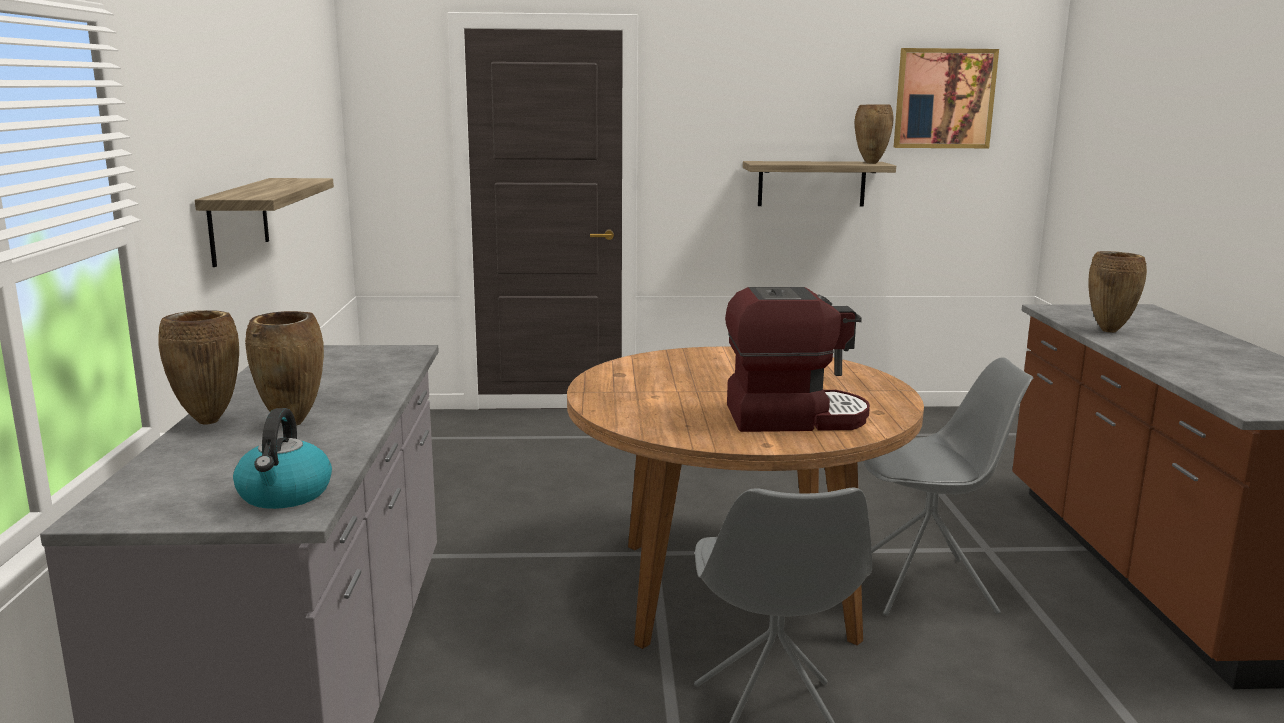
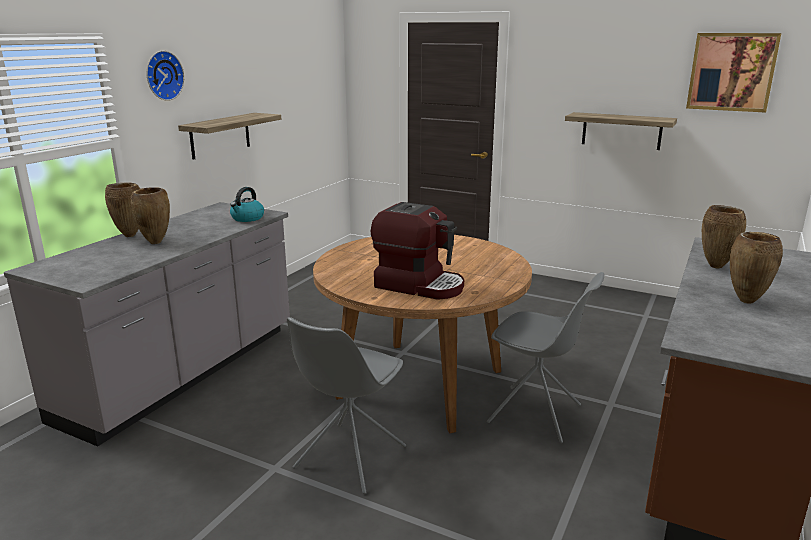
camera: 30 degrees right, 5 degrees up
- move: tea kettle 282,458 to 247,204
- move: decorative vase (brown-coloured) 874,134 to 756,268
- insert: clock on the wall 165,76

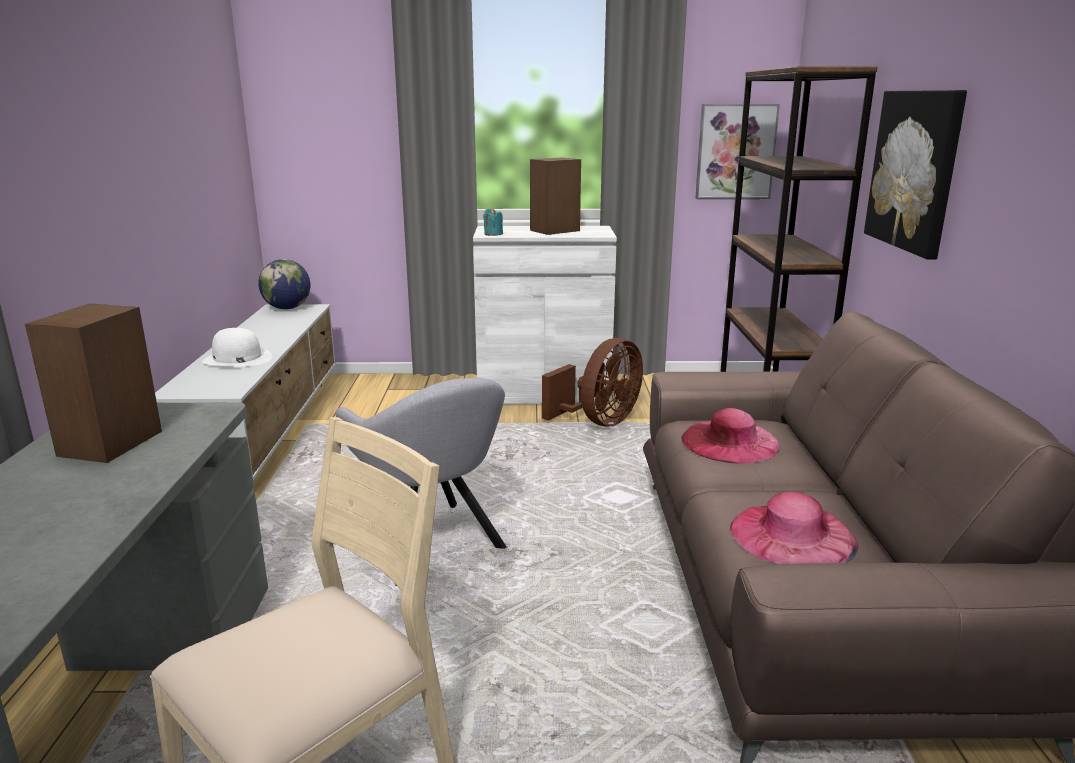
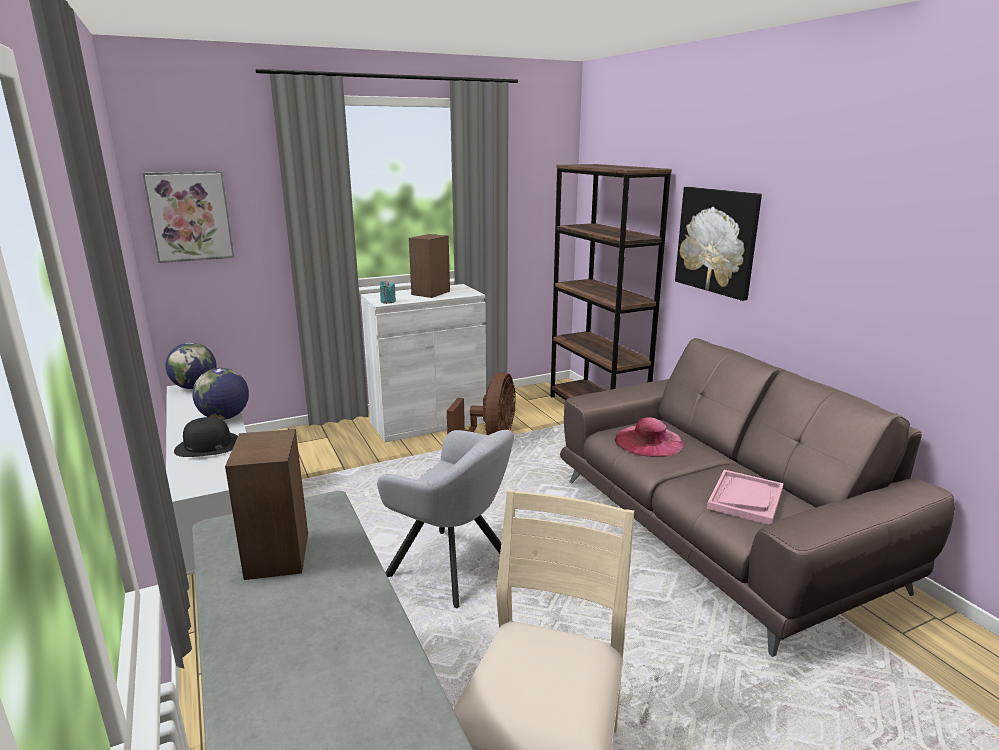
camera: 25 degrees left, 0 degrees up
- recolor: wearable hat (white-coloured) 237,347 to wearable hat (black) 206,437
- move: wall art 737,151 to 188,217
- replace: wearable hat (pink-coloured) 794,528 to tray (pink-coloured) 745,497
- insert: world globe 220,394

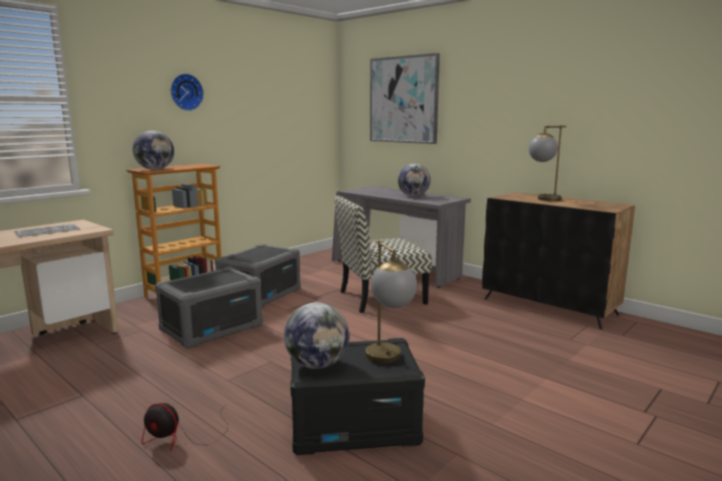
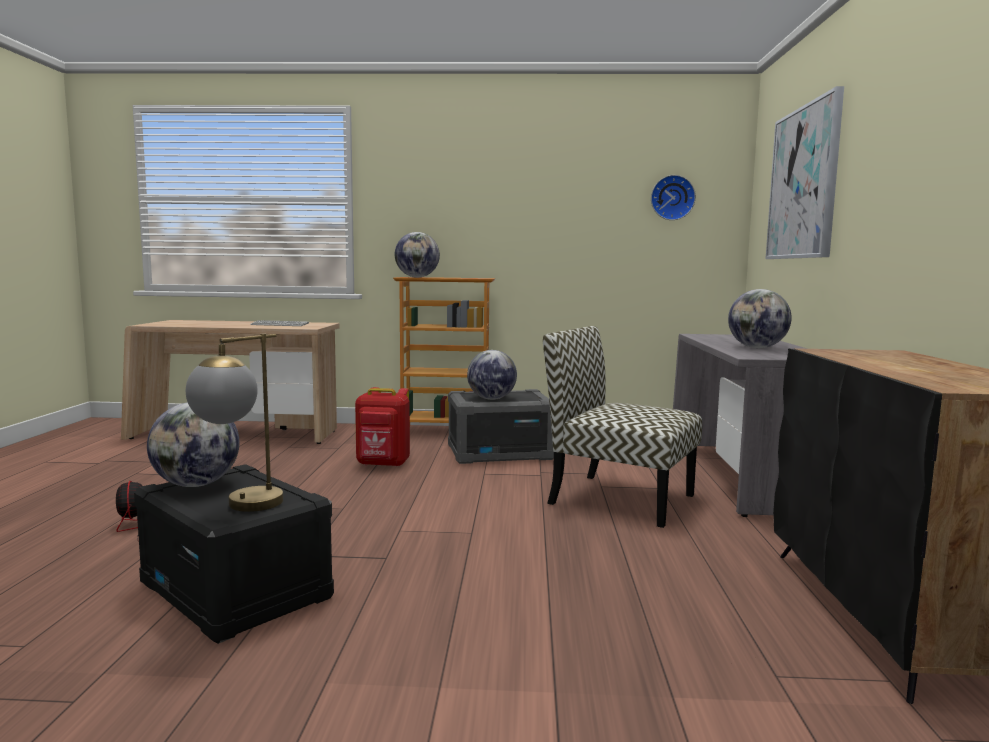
camera: 50 degrees right, 5 degrees down
- replace: storage bin (gray) 209,308 to knapsack (red-coloured) 382,427
- move: clock on the wall 187,92 to 673,197
- delete: lamp for a table 547,163
- insert: world globe 492,375

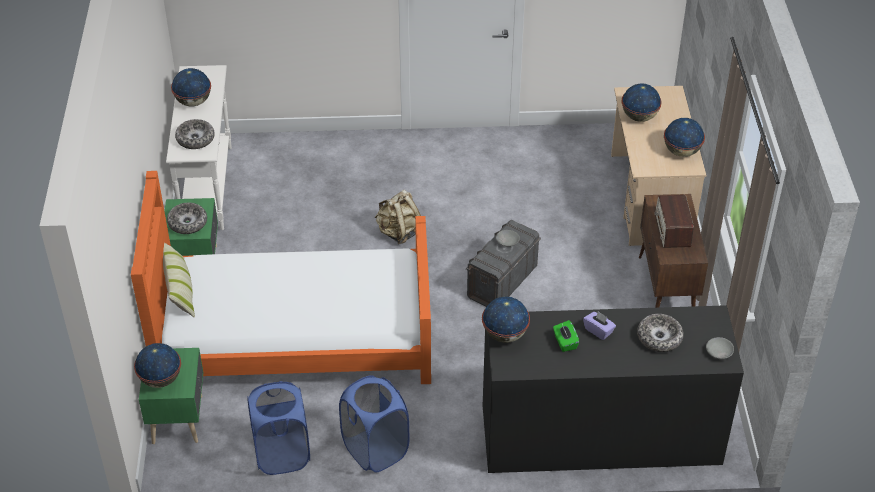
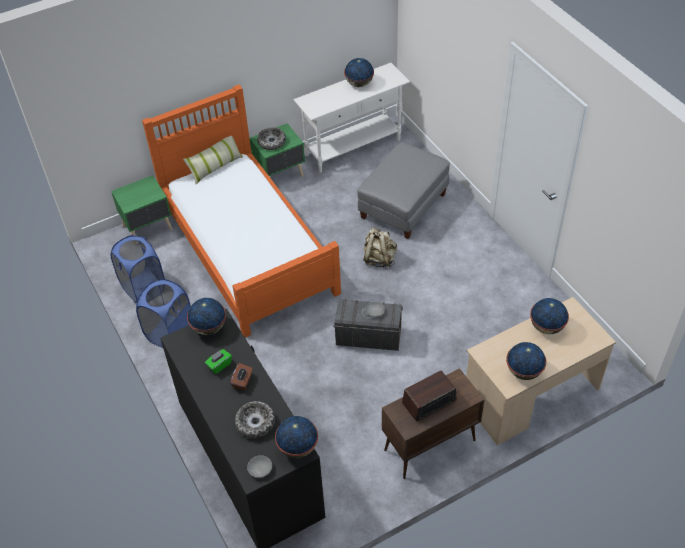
camera: 65 degrees right, 5 degrees up
- move: world globe 157,365 to 296,437
- delete: bowl 195,134
- recolor: tissue box (purple-coloured) 599,325 to tissue box (brown-coloured) 241,376
- insert: footrest (gray) 403,190

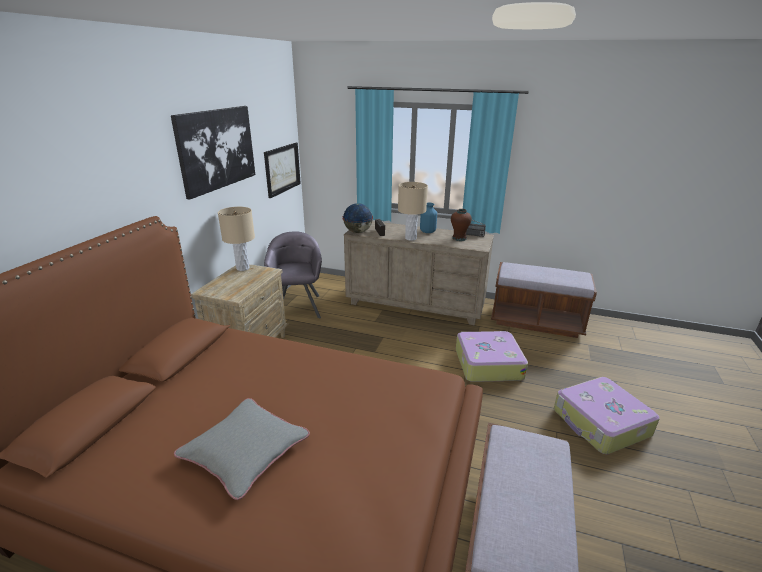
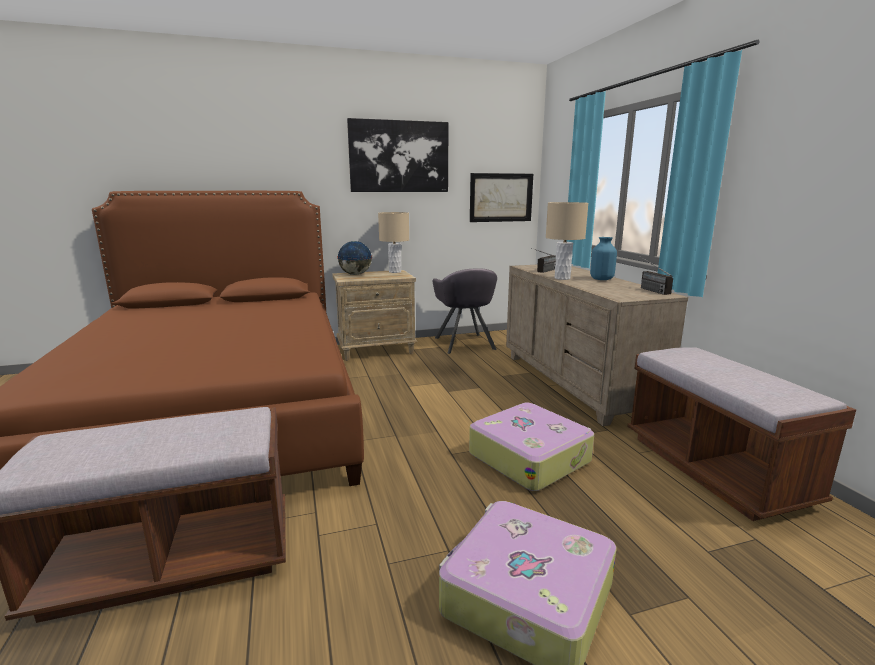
camera: 55 degrees right, 10 degrees down
- delete: cushion (gray) 242,449
- rotate: easy chair (gray) 293,274 = 464,311 120 degrees clockwise
- move: world globe 358,218 to 354,258
- delete: decorative vase (brown-coloured) 461,225

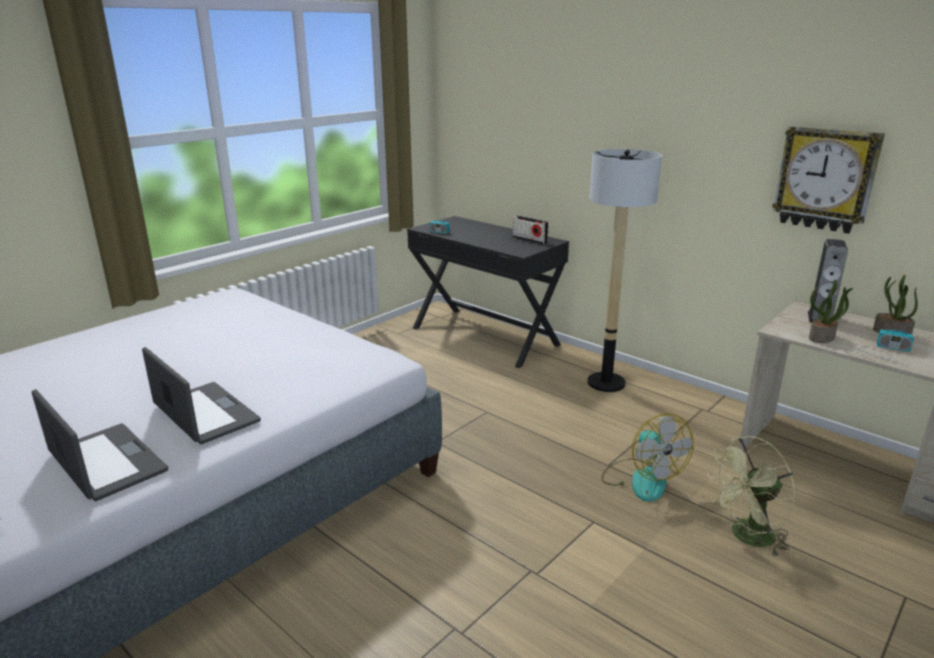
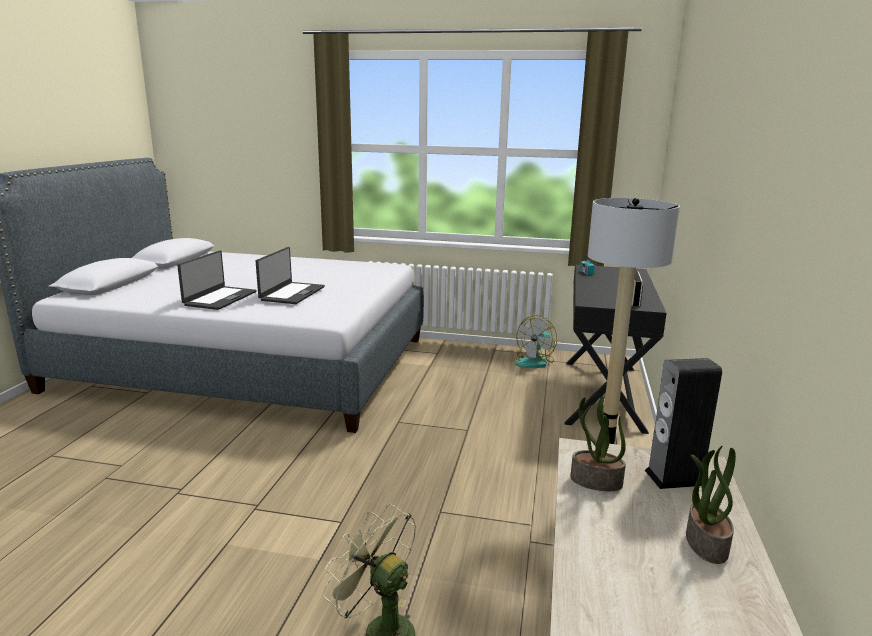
camera: 60 degrees right, 5 degrees down
- move: portable computer 100,445 to 290,275
- move: electric fan 647,457 to 536,341
- delete: clock on the wall 828,180
- delete: radio receiver 895,330

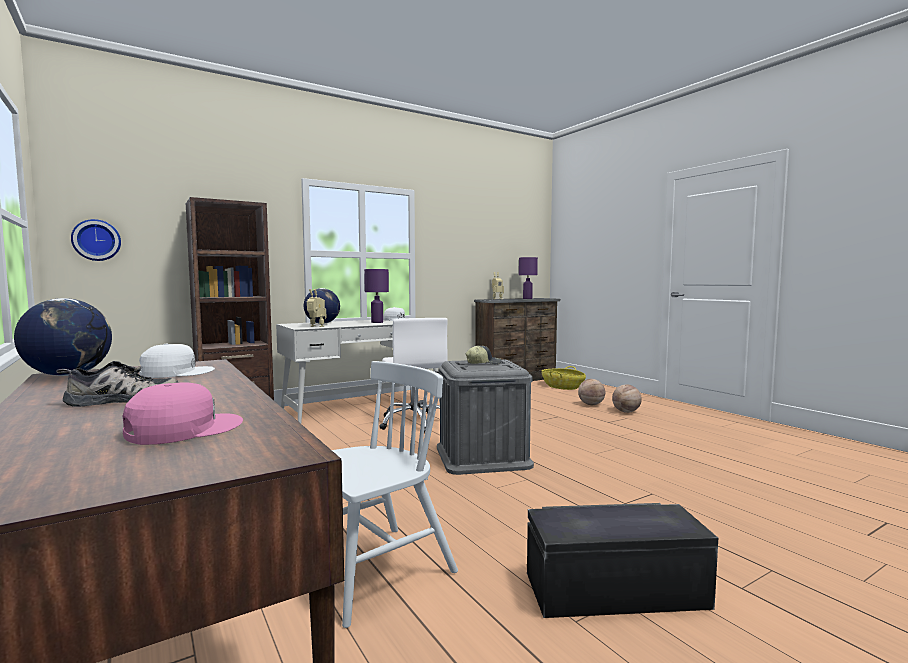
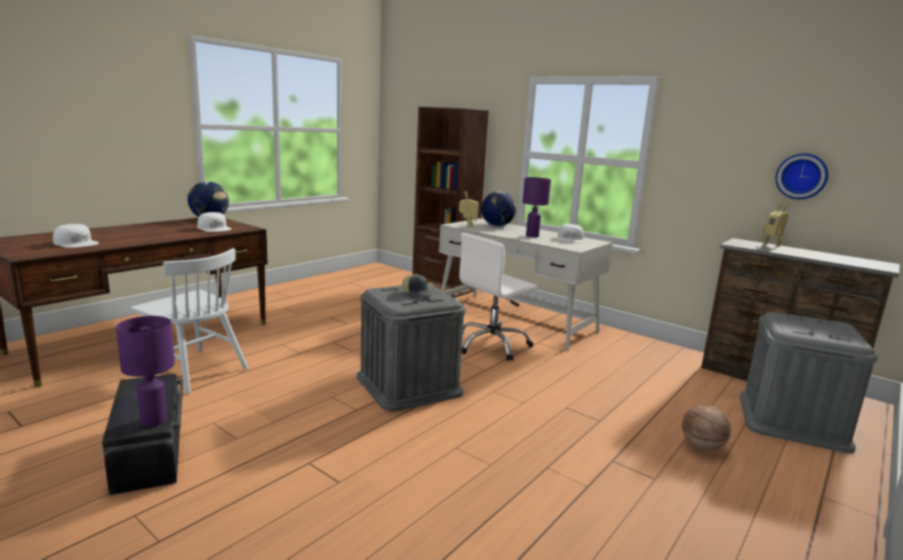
camera: 70 degrees right, 10 degrees up
- delete: low shoe 117,384
- move: clock on the wall 96,240 to 802,176
- recolor: cap (pink-coloured) 183,413 to cap (white-coloured) 76,236
- move: lamp for a table (purple-coloured) 528,278 to 145,371
- replace: basket 564,378 to storage bin (gray) 809,382
- delete: basketball ball 627,398

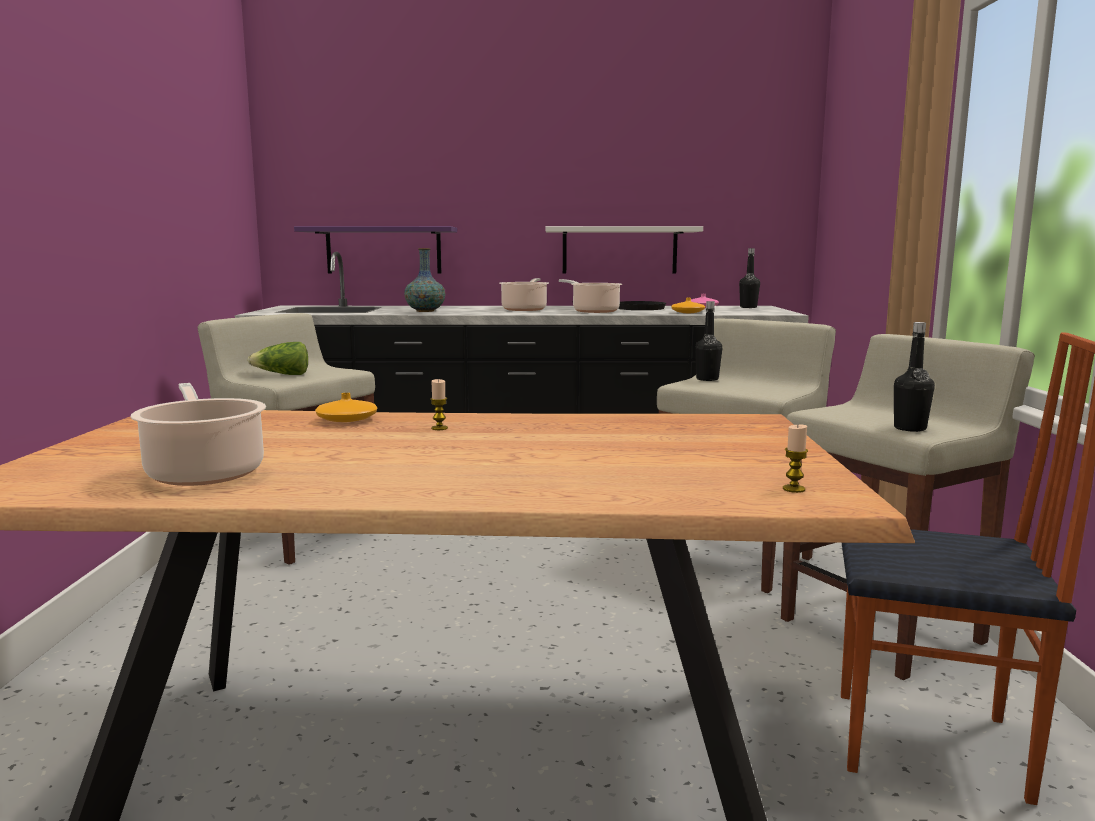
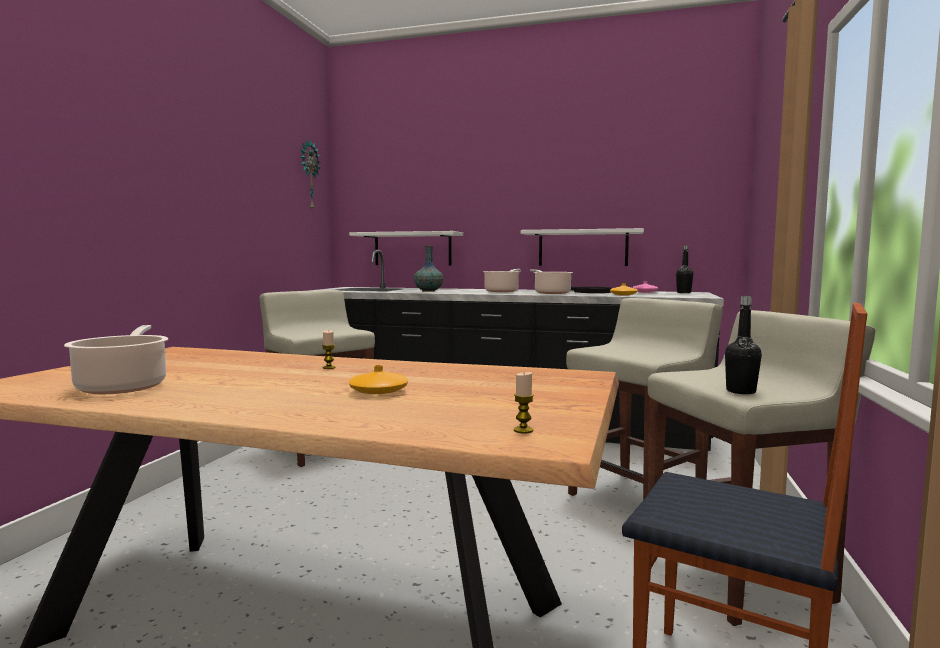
camera: 15 degrees right, 5 degrees down
- delete: lettuce 277,358
- recolor: wall shelf (purple-coloured) 375,250 to wall shelf (white-coloured) 406,248
- move: decorative vase (orangey) 346,407 to 378,379
- delete: bottle (black) 708,341
- insert: clock on the wall 310,175

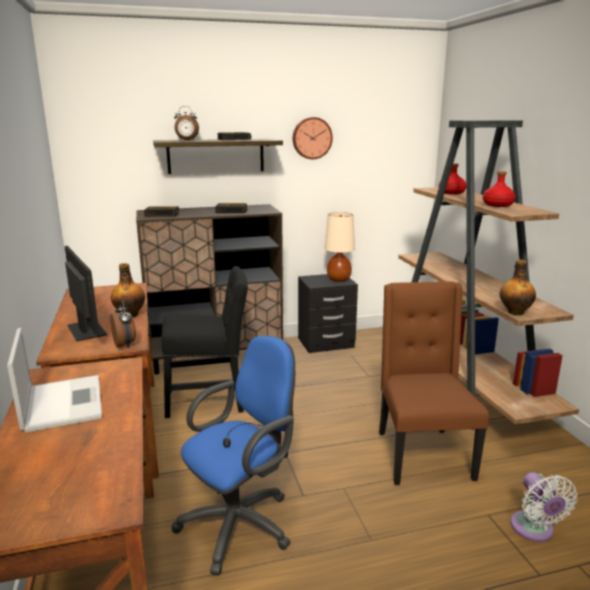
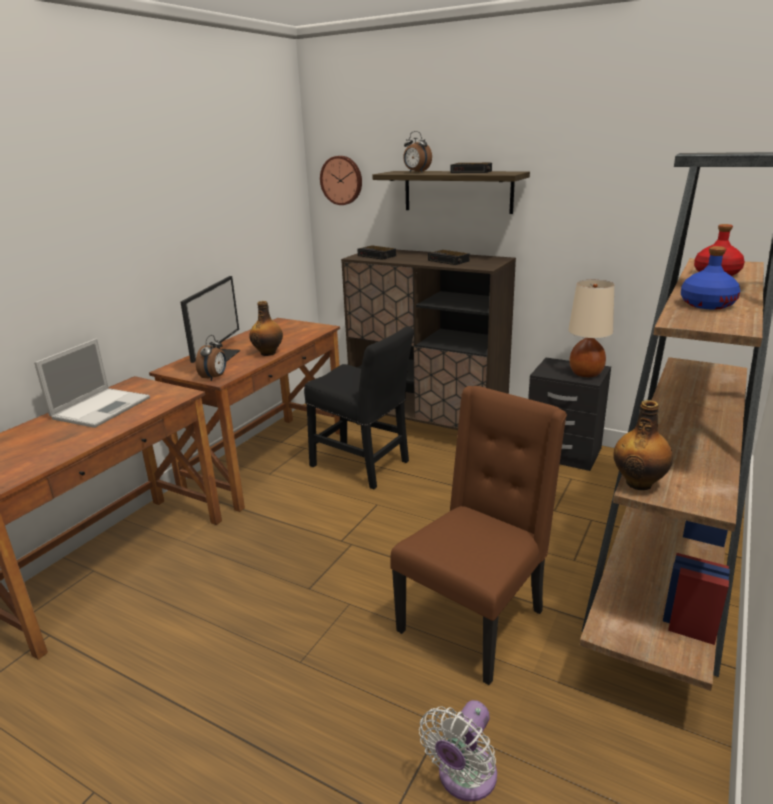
camera: 45 degrees right, 5 degrees up
- delete: desk chair (blue-coloured) 233,455
- move: clock on the wall 313,138 to 341,180
- recolor: bottle (red-coloured) 499,189 to bottle (blue-coloured) 710,278

